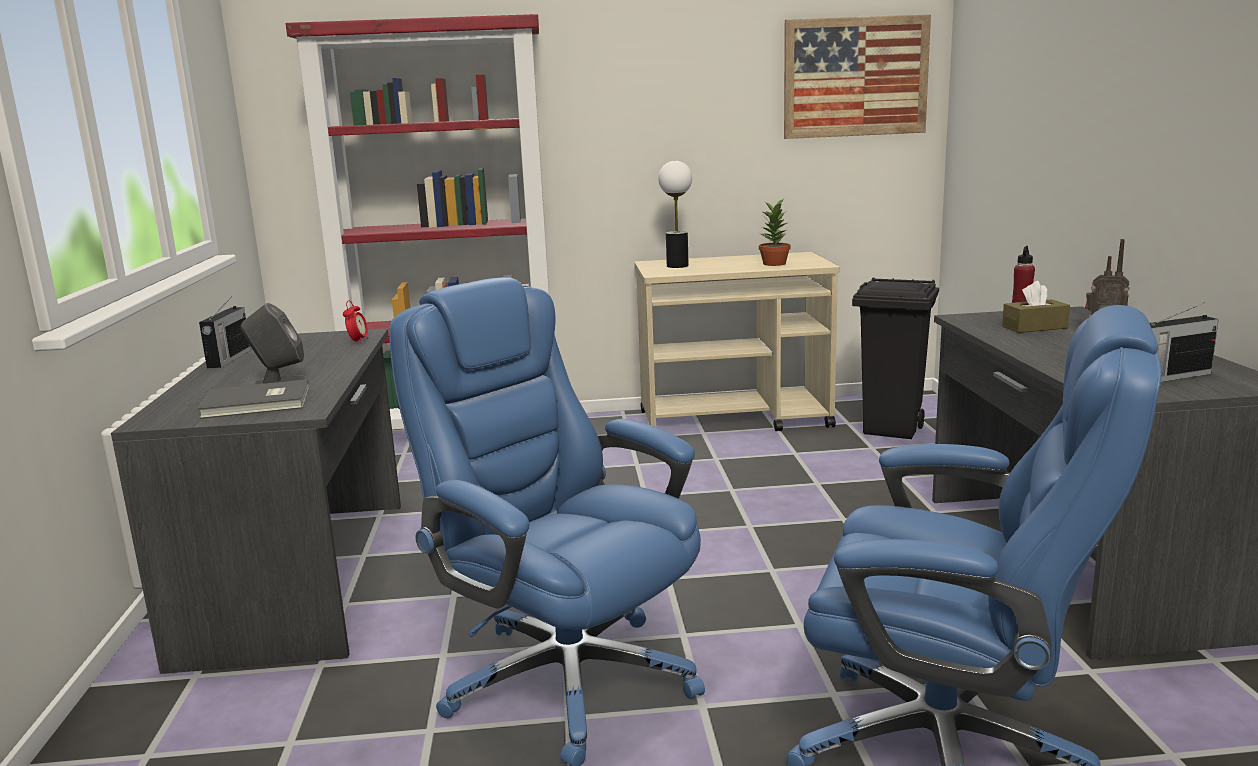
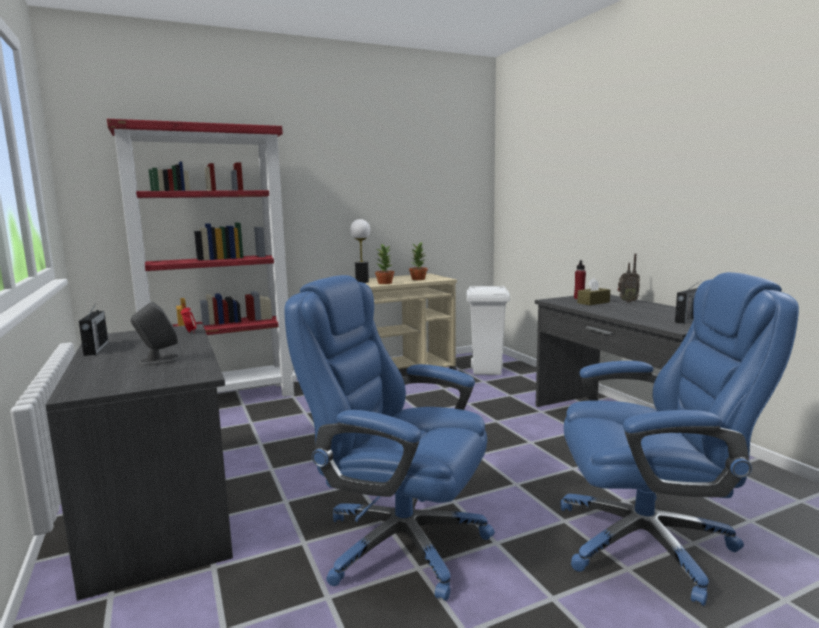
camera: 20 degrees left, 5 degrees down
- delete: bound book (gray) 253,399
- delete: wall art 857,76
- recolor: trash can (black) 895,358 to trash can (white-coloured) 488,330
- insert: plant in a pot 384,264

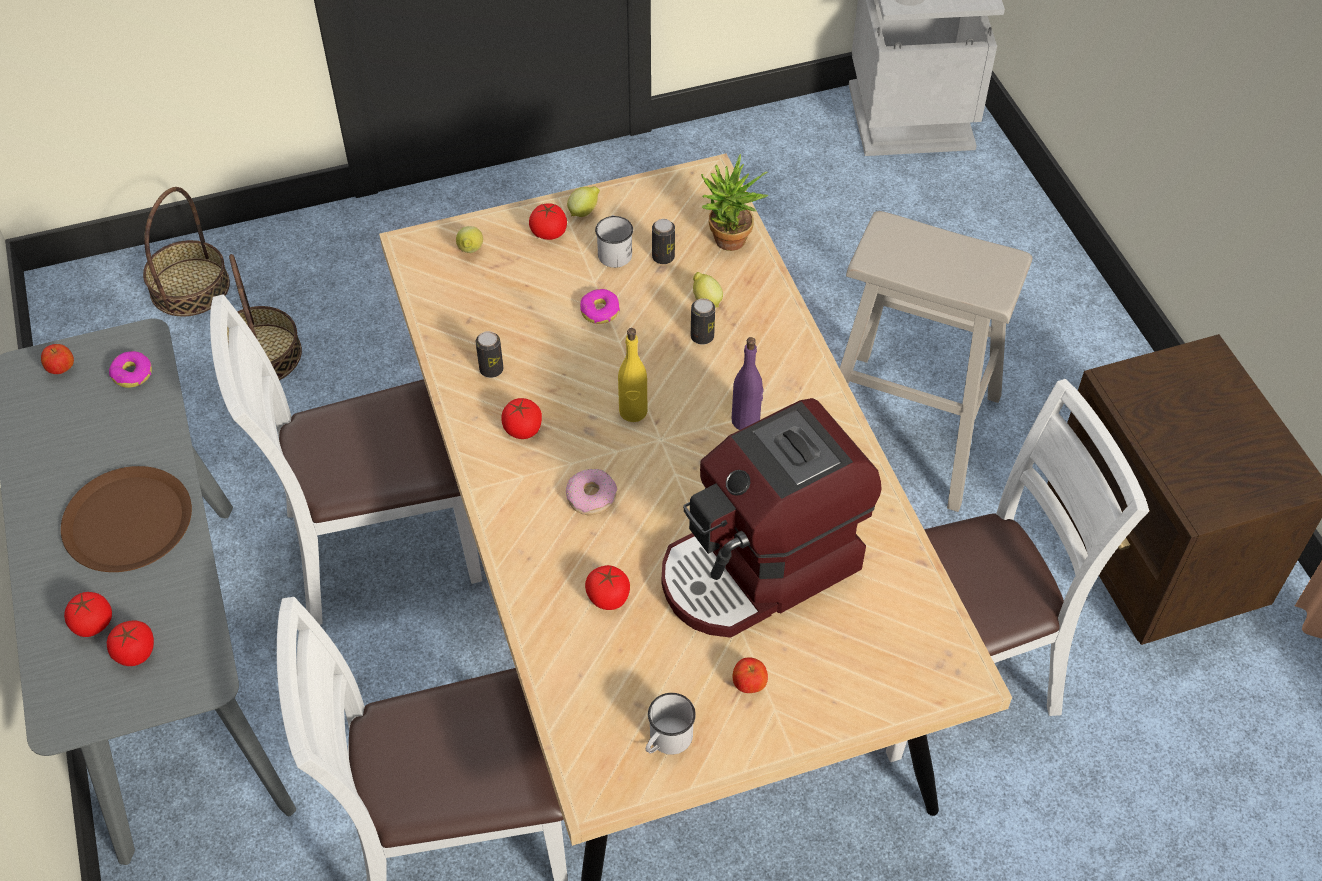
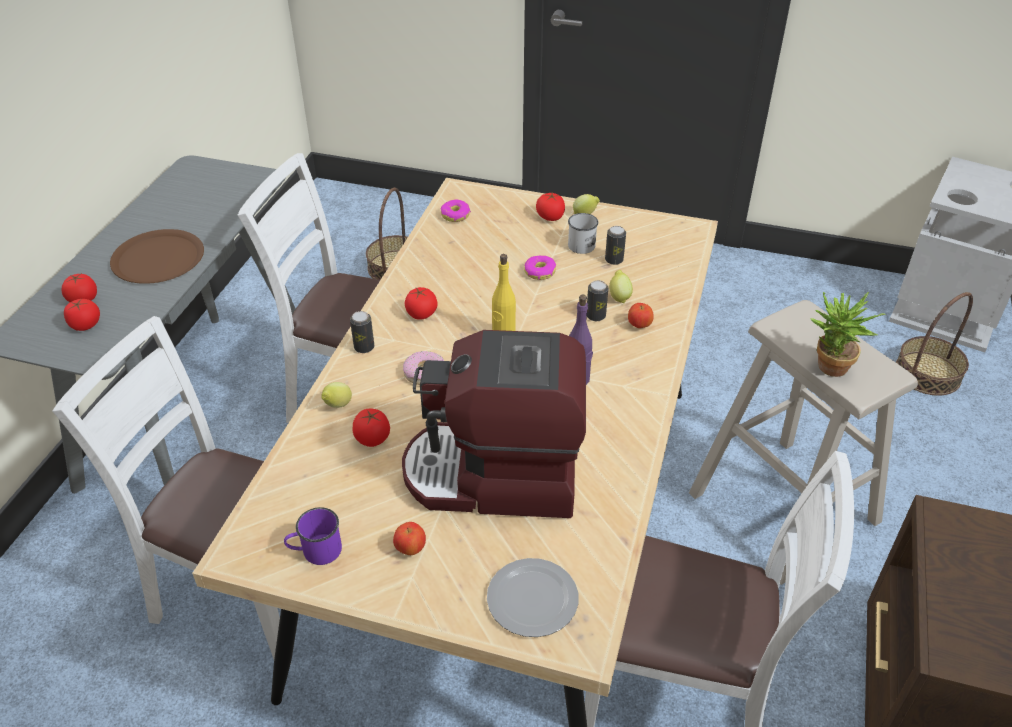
camera: 35 degrees right, 10 degrees down
- move: apple fruit 57,359 to 641,315
- move: donut 130,369 to 455,210
- move: basket 186,251 to 934,344
- move: lemon 469,239 to 336,395
- move: metal can 489,354 to 362,332
- recolor: tea mug (white-coloured) 671,724 to tea mug (purple-coloured) 313,536
- move: plant in a pot 735,202 to 848,334
- insert: flat dish 533,597

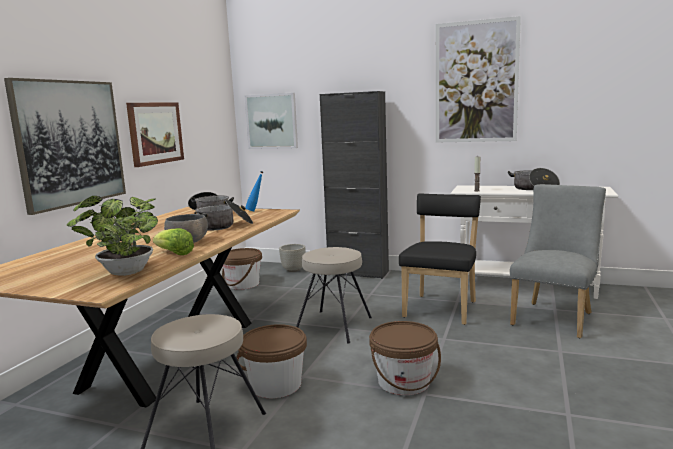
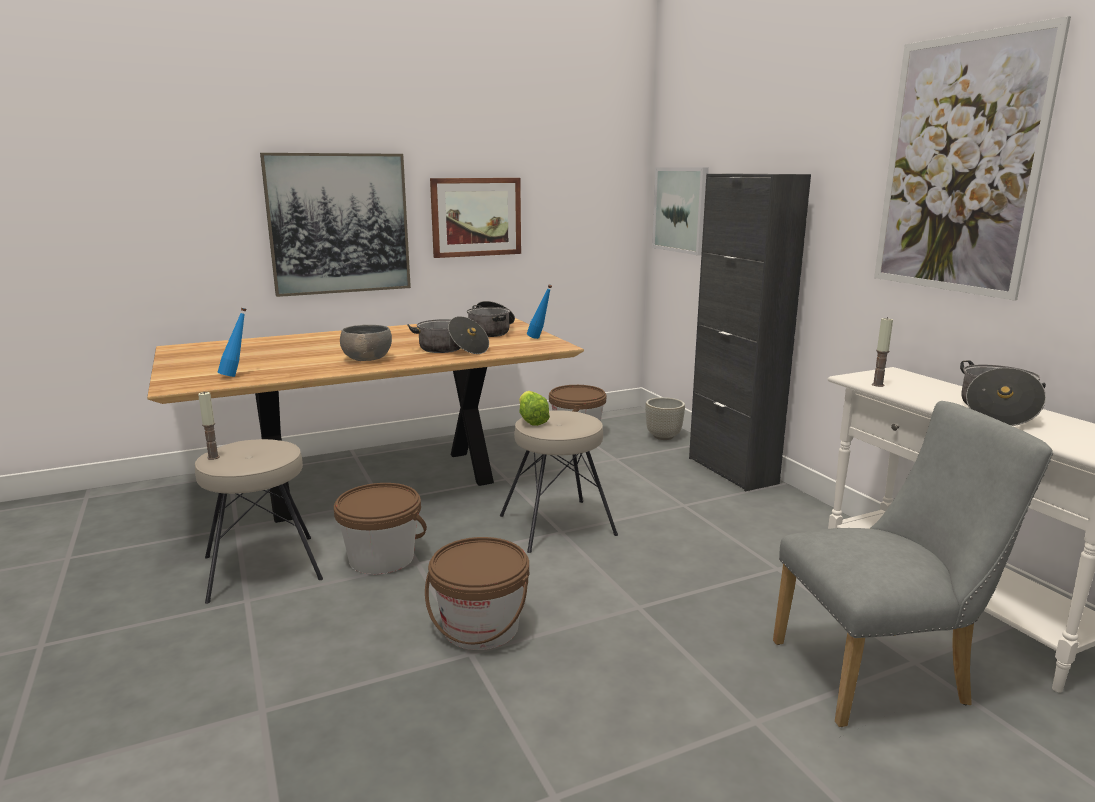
camera: 45 degrees right, 5 degrees up
- replace: plant in a pot 112,236 to bottle (blue-coloured) 231,342
- move: lettuce 173,241 to 534,408
- delete: plain chair (black) 440,259
- insert: wax candle 209,426

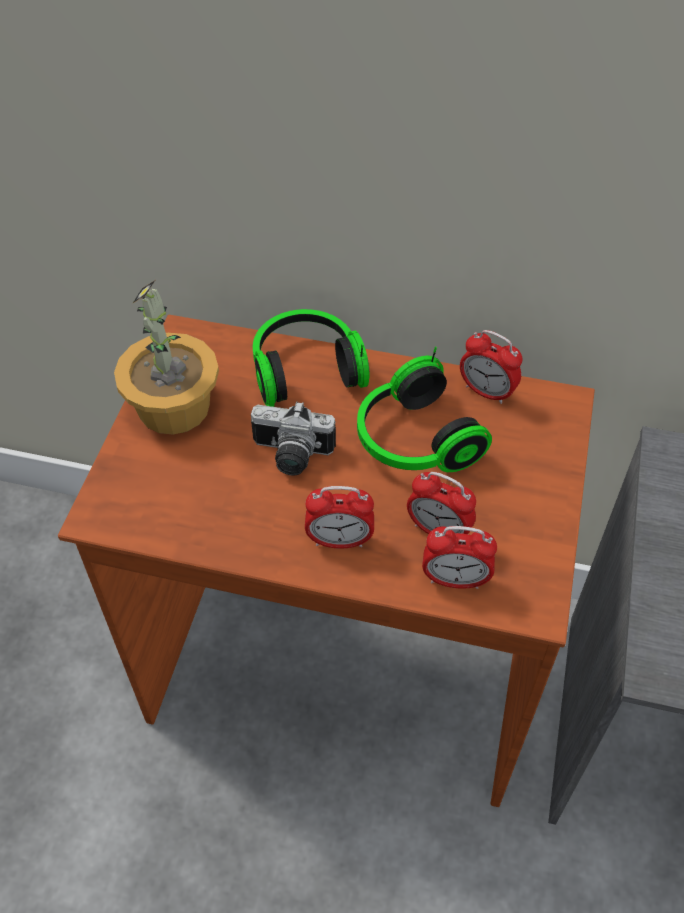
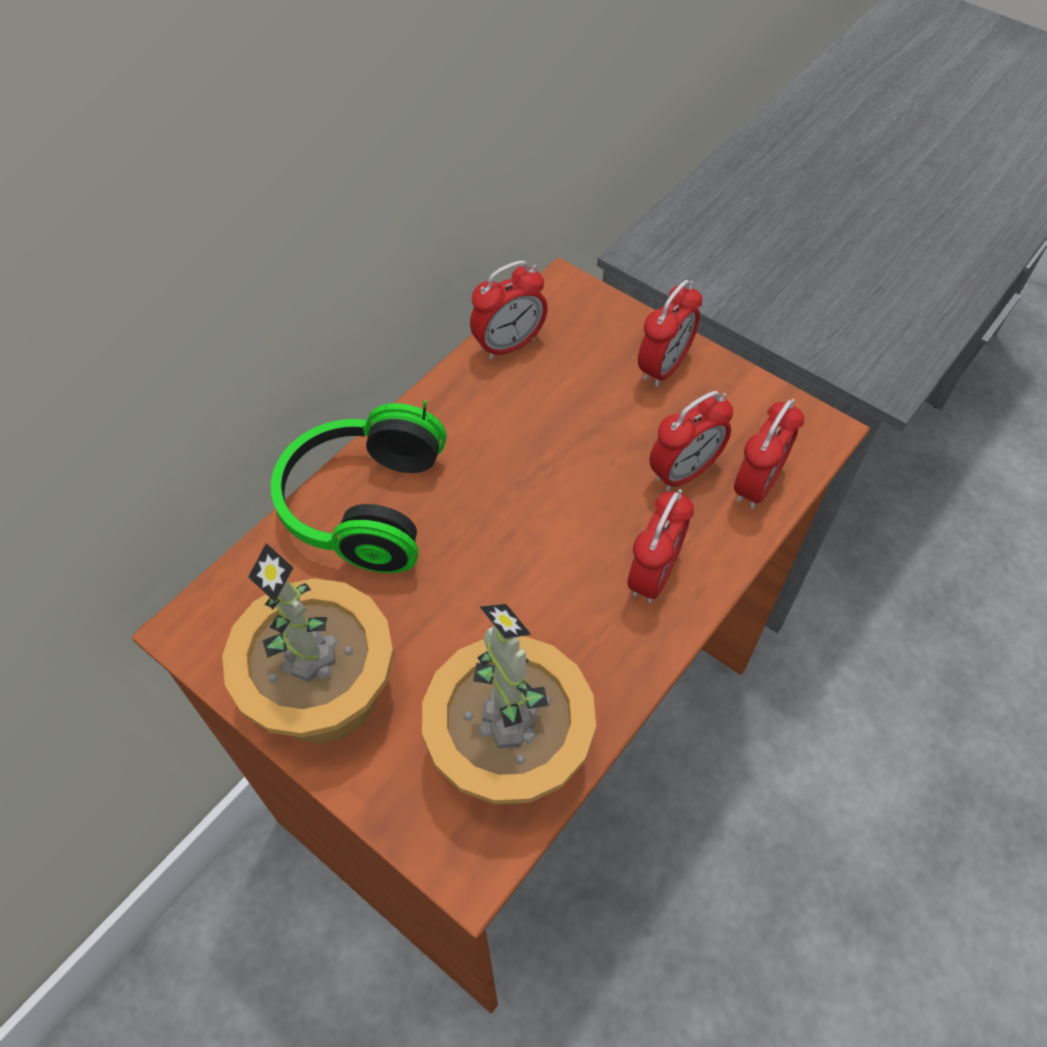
camera: 65 degrees left, 5 degrees up
- delete: still camera 293,438
- delete: headphones 424,409
- insert: plant in a pot 509,704
- insert: alarm clock 670,333

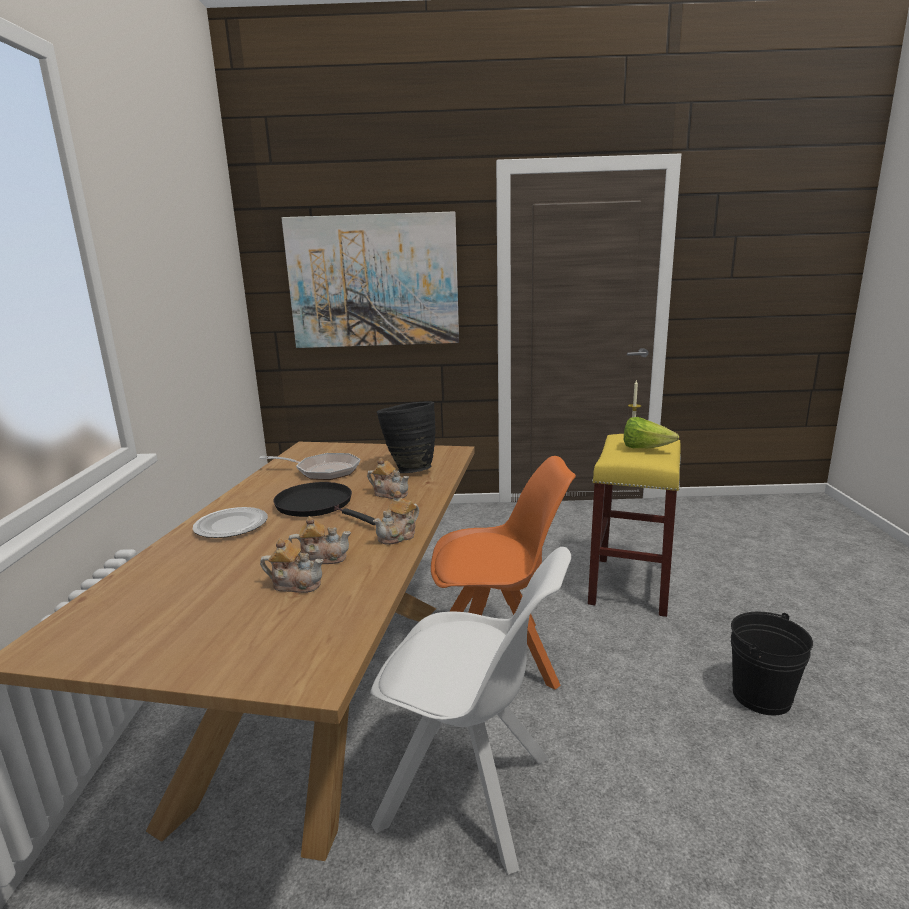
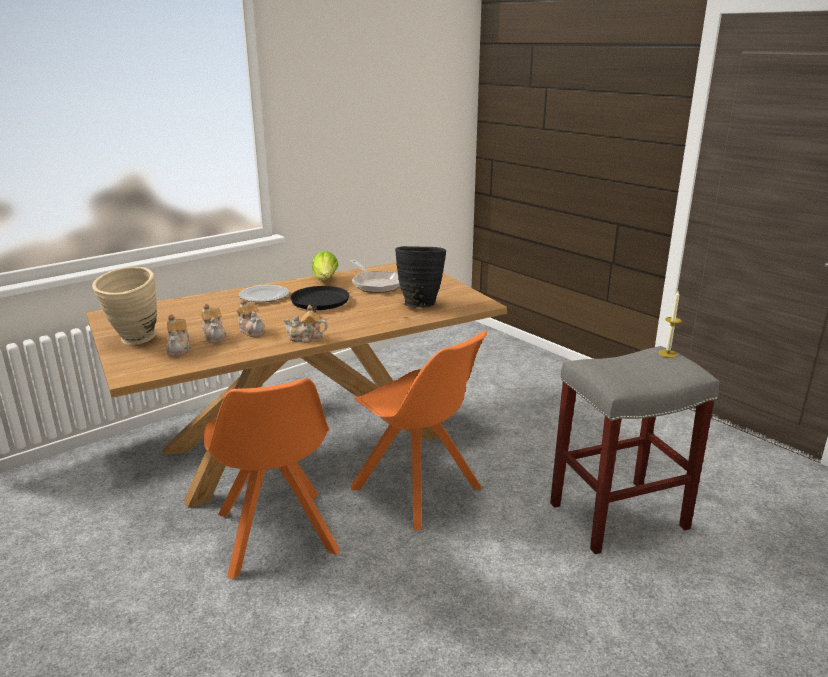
camera: 50 degrees right, 5 degrees up
- delete: wall art 370,279
- move: teapot 388,478 to 179,335
- recolor: plain chair (white-coloured) 470,711 to plain chair (orangey) 272,478
- recolor: stool (yellow-coloured) 634,525 to stool (gray) 635,450
- move: lettuce 651,433 to 325,265
- delete: bucket (black) 772,664
- insert: decorative vase (beige) 124,306

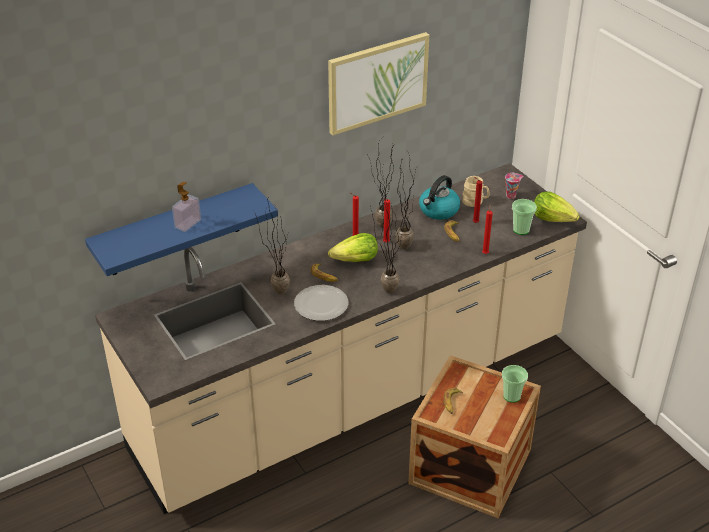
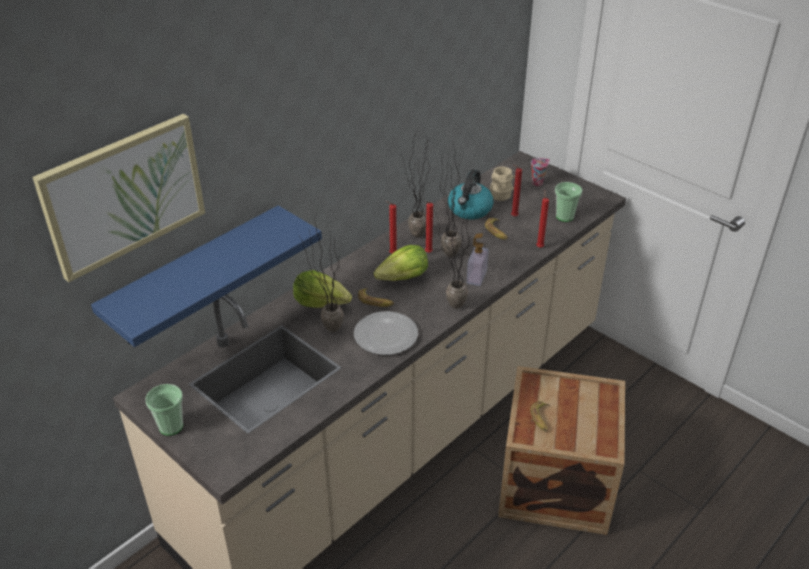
camera: 15 degrees left, 0 degrees up
- move: soap dispenser 186,207 to 478,259
- move: wall art 378,84 to 118,198
- move: cup 515,384 to 164,410
- move: lettuce 557,207 to 322,289

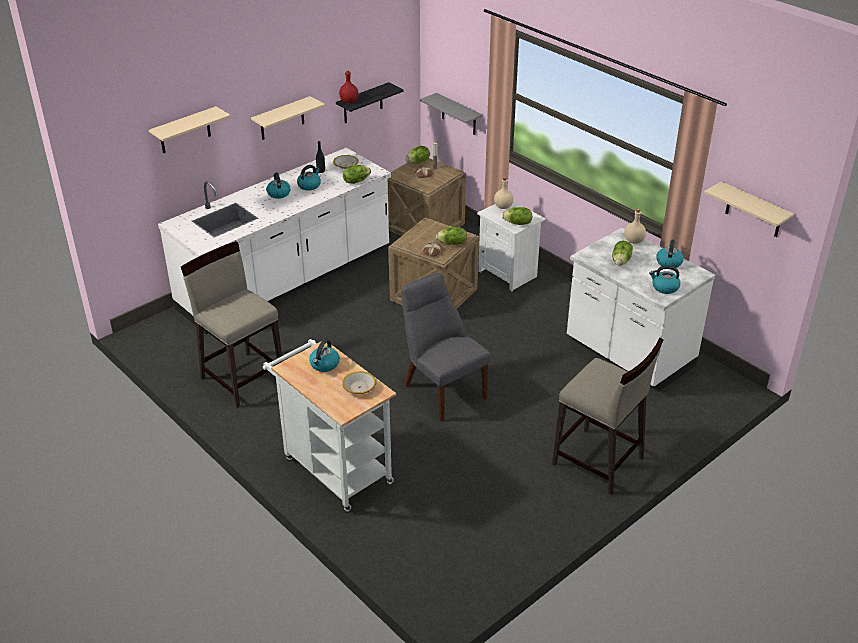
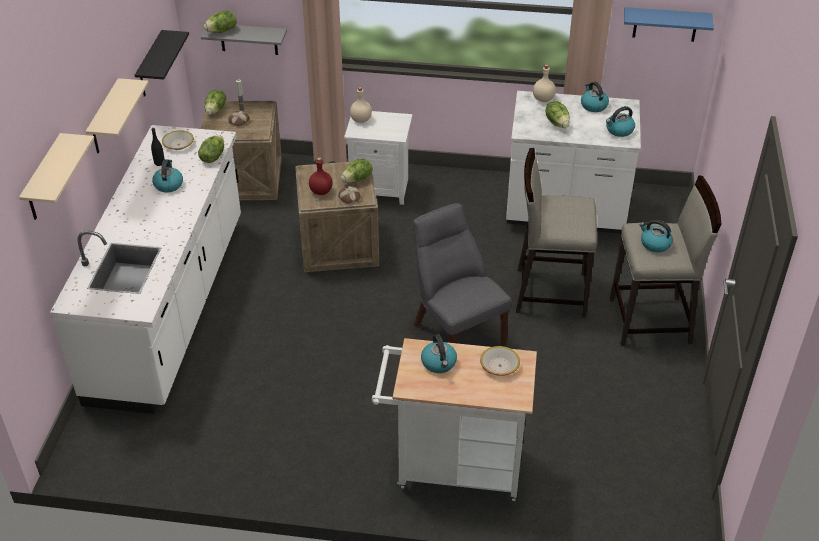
camera: 40 degrees left, 5 degrees up
- move: stool (beige) 232,324 to 556,233
- move: tea kettle 278,185 to 656,236
- move: bottle (red-coloured) 349,86 to 321,176
- rotate: plain chair (gray) 445,347 = 462,275 45 degrees clockwise
- move: lettuce 517,216 to 220,22
- recolor: wall shelf (beige) 749,209 to wall shelf (blue-coloured) 669,24

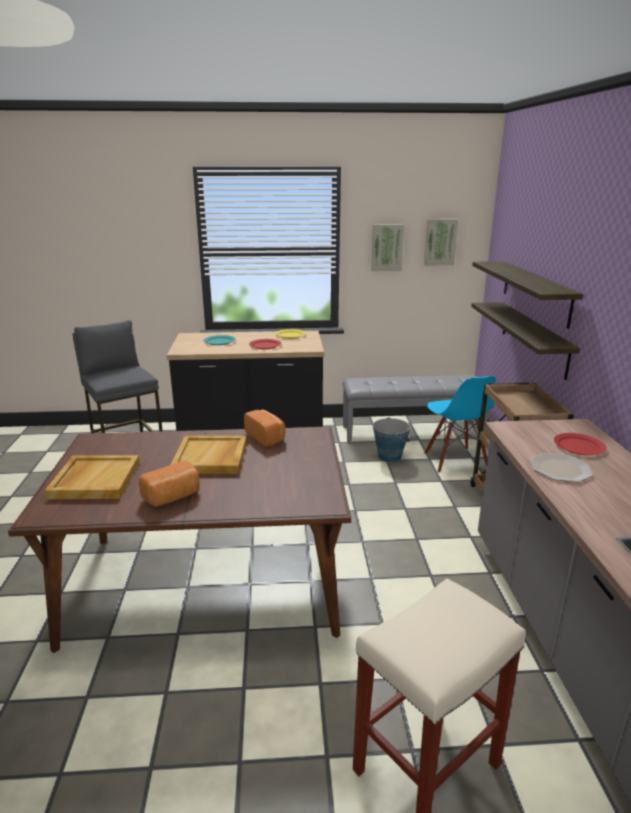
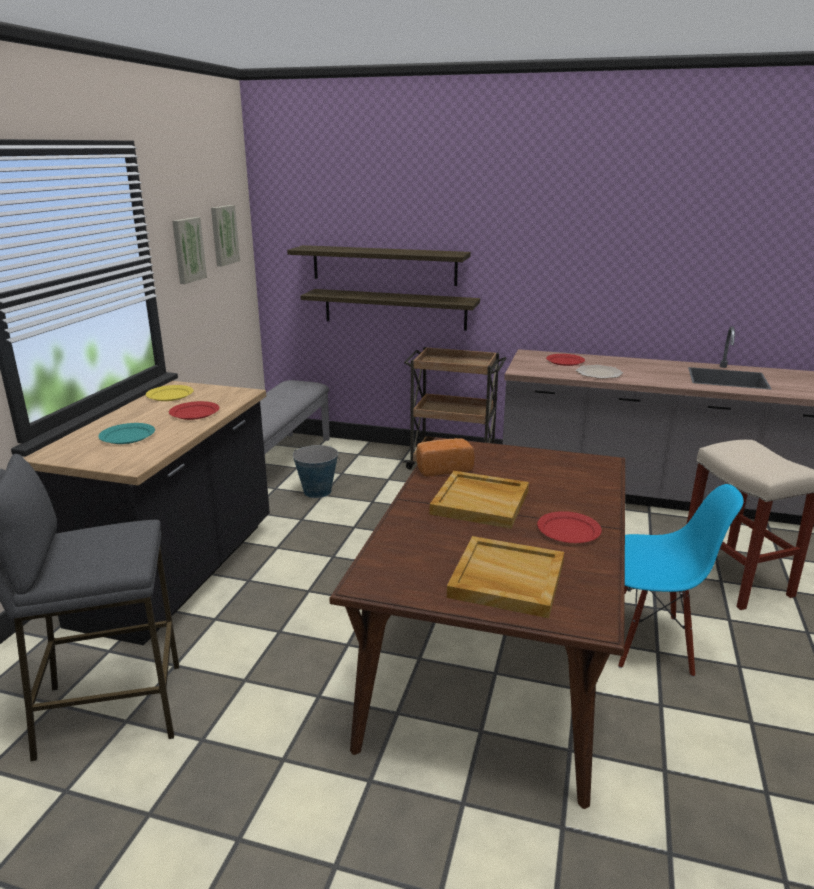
camera: 70 degrees left, 0 degrees up
- replace: bread 169,484 to flat dish (red-coloured) 569,527
- move: plain chair (blue-coloured) 459,424 to 681,580

